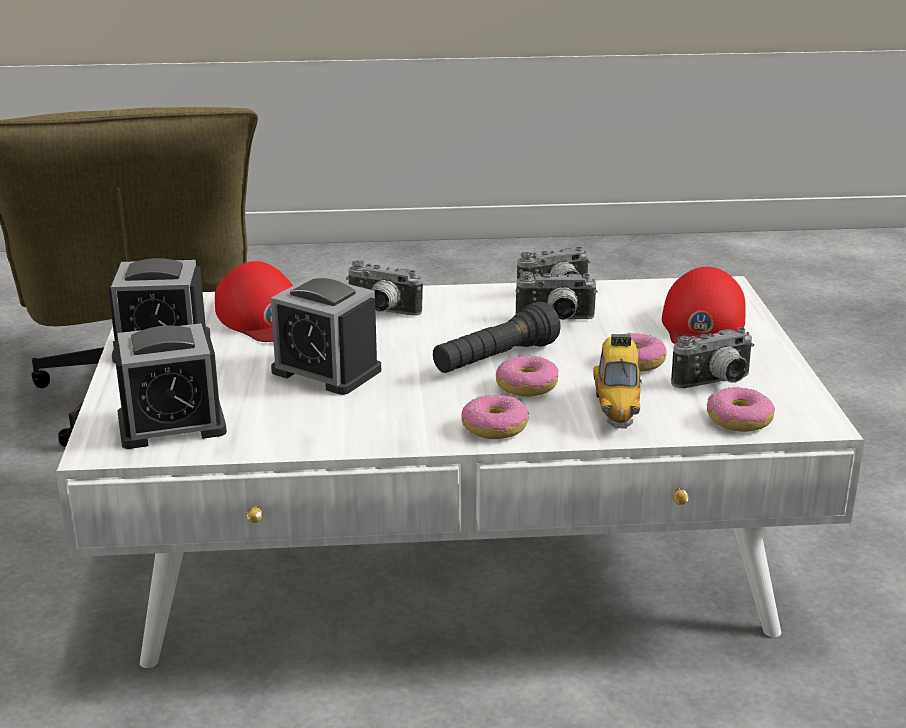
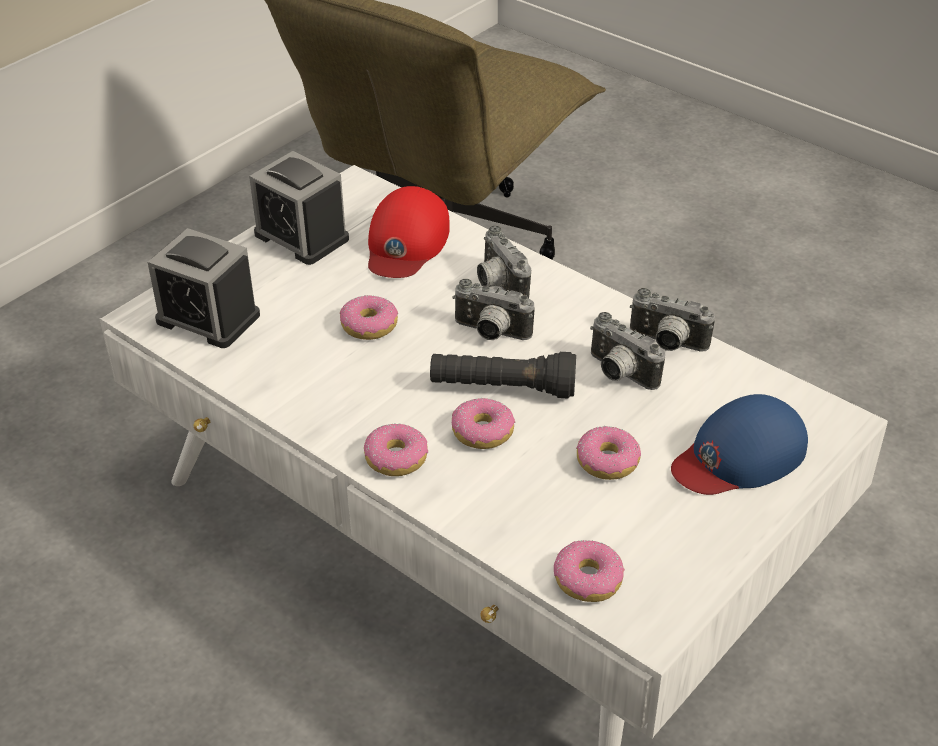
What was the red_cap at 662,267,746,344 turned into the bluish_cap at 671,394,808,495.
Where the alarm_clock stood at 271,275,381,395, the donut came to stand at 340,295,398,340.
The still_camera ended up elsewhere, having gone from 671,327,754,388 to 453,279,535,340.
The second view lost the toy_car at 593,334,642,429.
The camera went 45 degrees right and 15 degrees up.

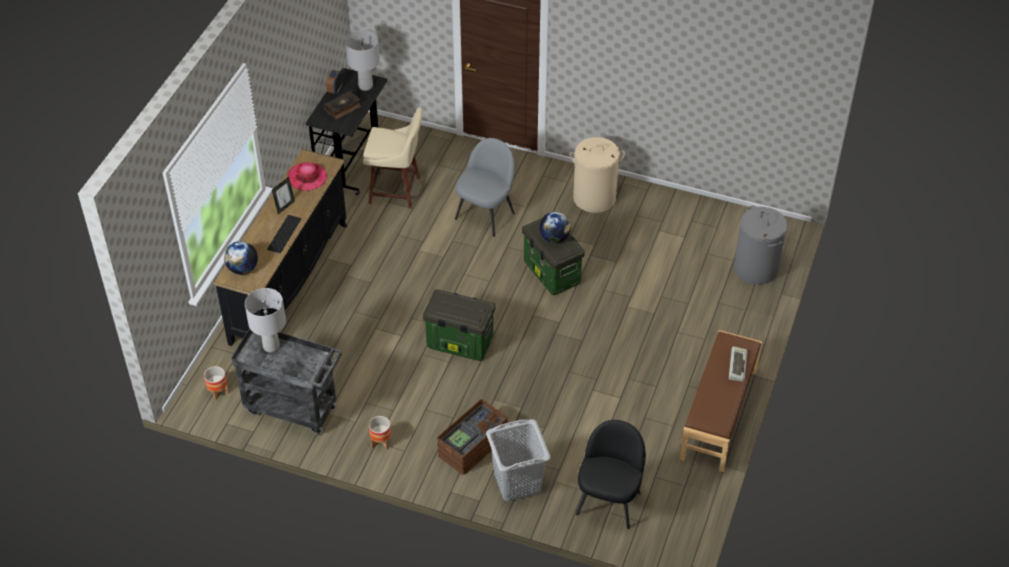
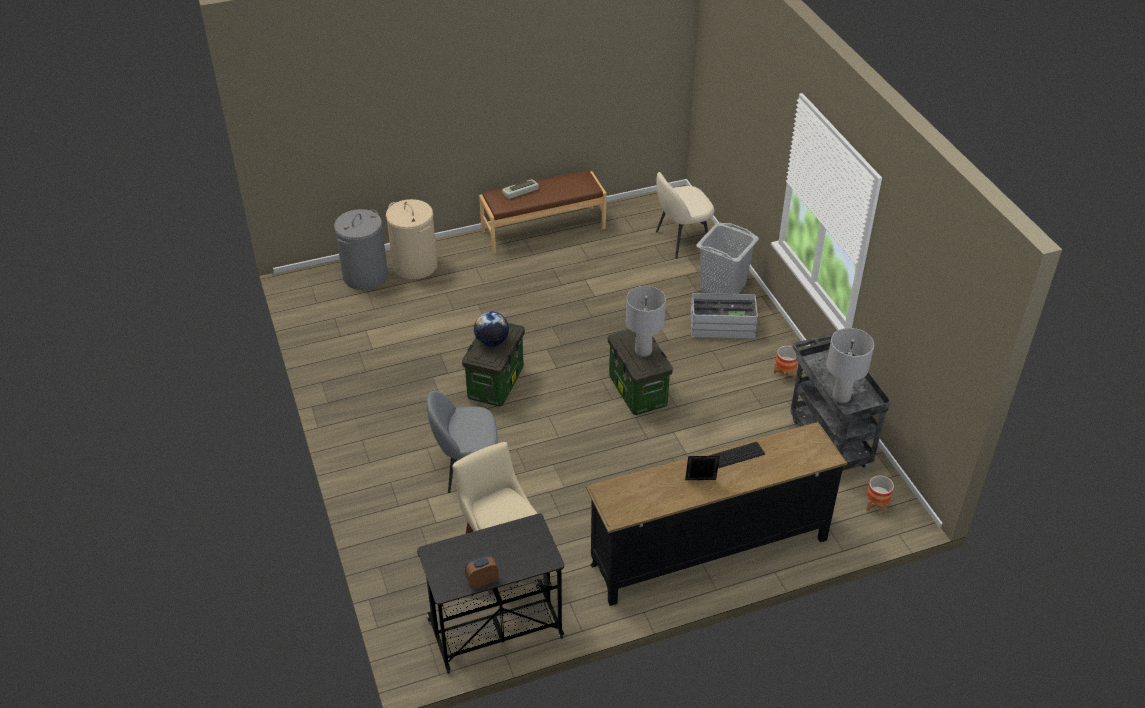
The greyish_tabletop_lamp ended up elsewhere, having gone from 346,30,380,91 to 626,286,666,357.
The second view lost the bound_book at 324,91,361,119.
The beige-coloured_washing_basket ended up elsewhere, having gone from 570,137,625,213 to 386,199,437,280.
The second view lost the hat at 287,162,327,191.
The second view lost the desk_globe at 224,241,258,275.
What was the brown-coloured_storage_container at 437,399,508,475 turned into the greyish_storage_container at 690,293,758,339.
What was the blackish_plain_chair at 576,420,646,529 turned into the beige-coloured_plain_chair at 656,172,714,258.
The camera went 130 degrees left and 5 degrees down.

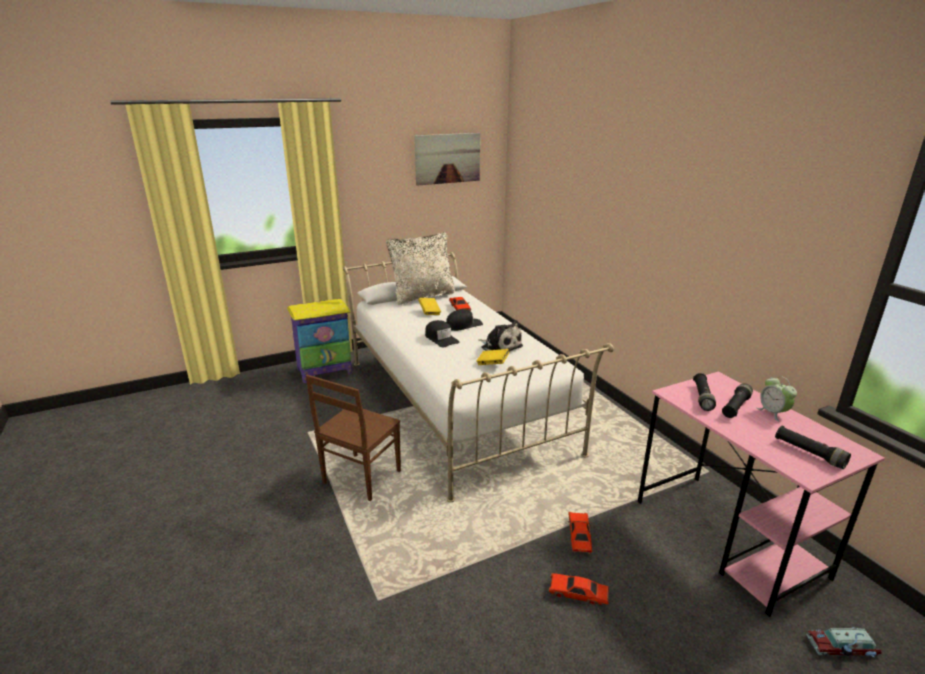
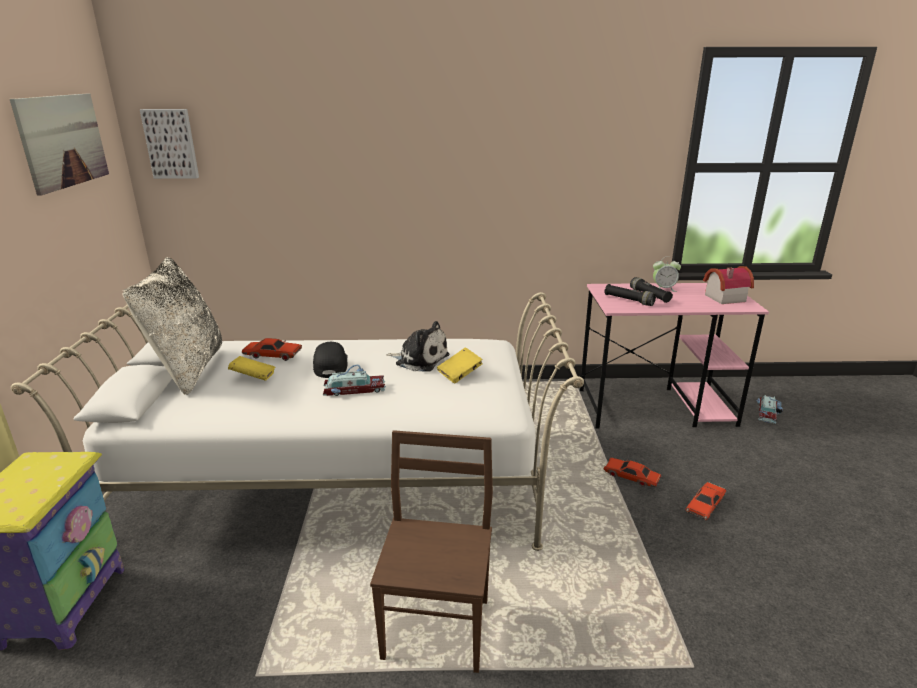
Where the blackish_cap stood at 425,320,460,348, the toy_car came to stand at 322,364,386,396.
The cuddly_toy at 478,320,523,351 ended up facing another way, 45 degrees clockwise from before.
The brown-coloured_plain_chair at 306,375,401,501 ended up facing another way, 135 degrees counterclockwise from before.
Where the blackish_hand_torch stood at 775,426,851,469, the model_house came to stand at 703,266,754,304.
The second view gained the picture at 140,109,199,179.
The camera went 65 degrees left and 0 degrees up.

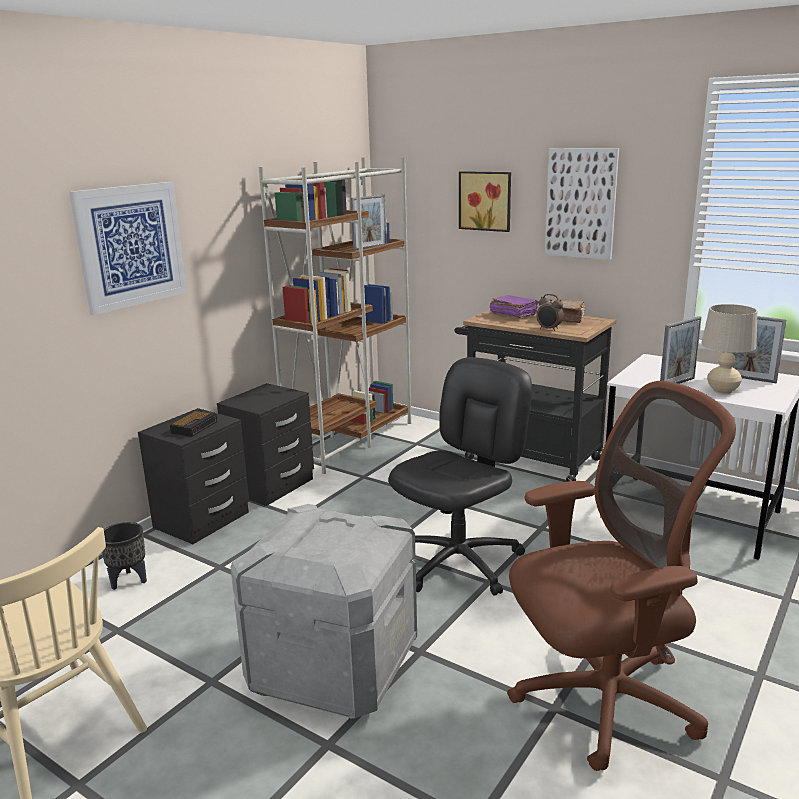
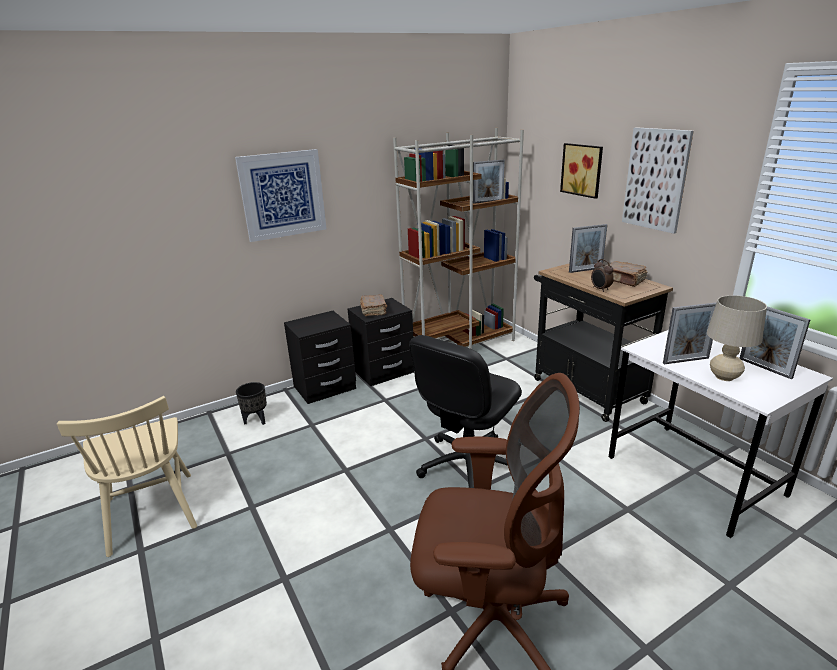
Where the purple_bound_book stood at 490,295,539,318, the standing_frame came to stand at 569,224,608,273.
The blackish_computer_chair at 388,357,532,596 ended up facing another way, 150 degrees clockwise from before.
The second view lost the alarm_clock at 170,411,217,437.
The second view lost the greyish_storage_container at 230,504,417,719.
The second view gained the brown-coloured_bound_book at 360,294,387,316.
The camera went 25 degrees right and 5 degrees up.

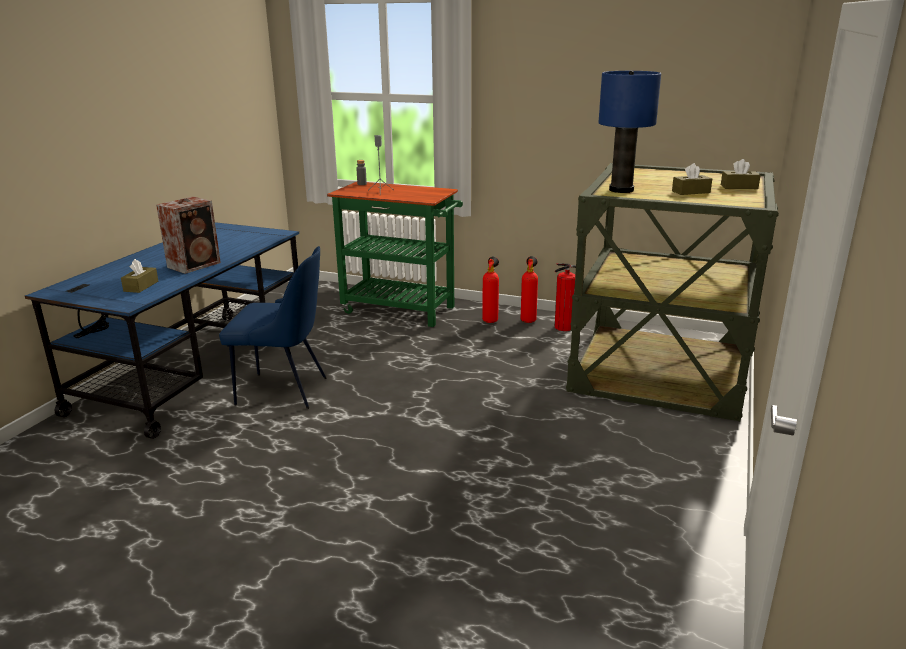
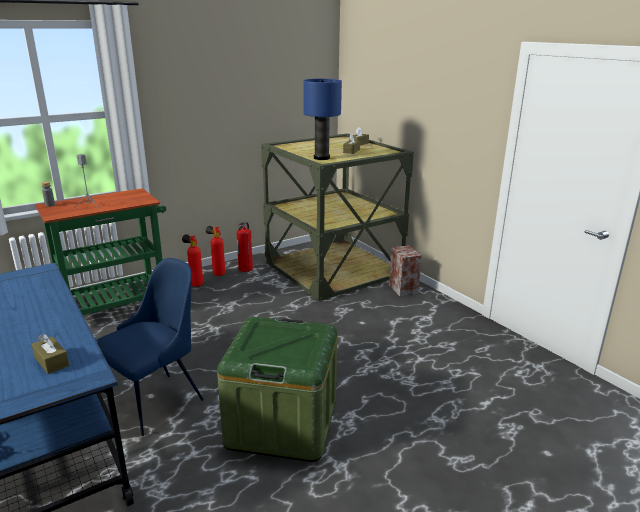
The speaker ended up elsewhere, having gone from 156,197,221,274 to 389,245,422,296.
The second view gained the greenish_storage_container at 217,317,337,462.
The camera went 55 degrees left and 0 degrees up.

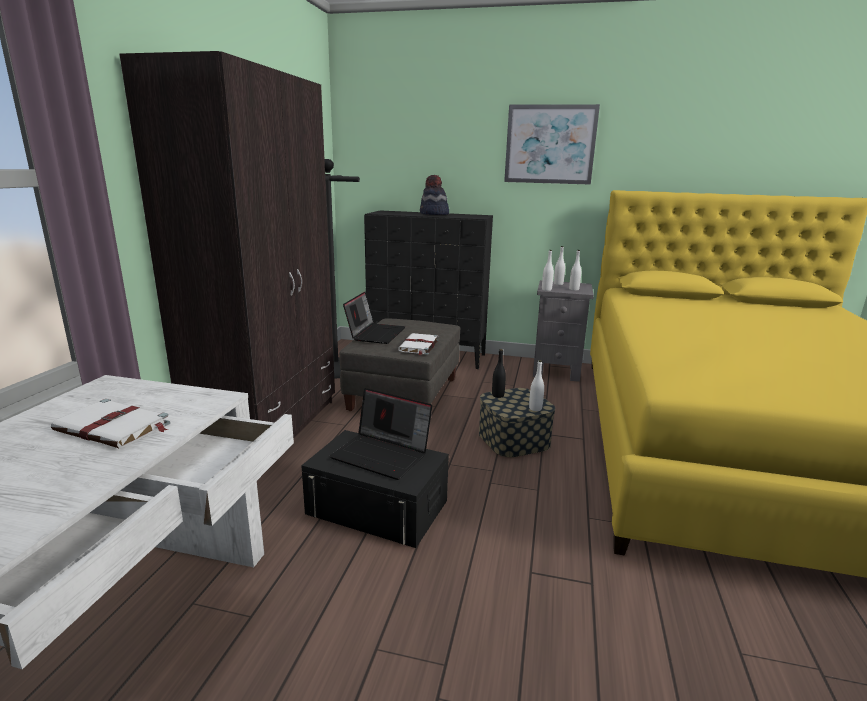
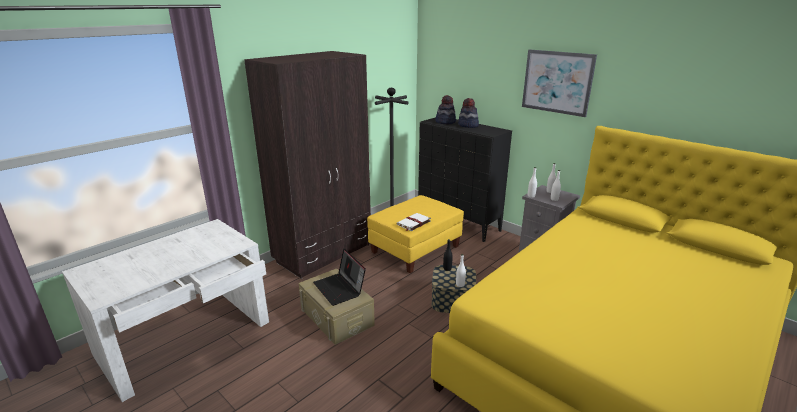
The second view lost the notebook_computer at 343,291,405,344.
What was the greyish_ottoman at 339,319,460,411 turned into the yellow-coloured_ottoman at 367,195,464,273.
The second view lost the white-coloured_bound_book at 51,399,170,449.
What was the blackish_storage_container at 301,430,449,548 turned into the beige-coloured_storage_container at 298,268,375,345.
The second view gained the hat at 435,95,456,125.
The camera went 30 degrees right and 5 degrees up.

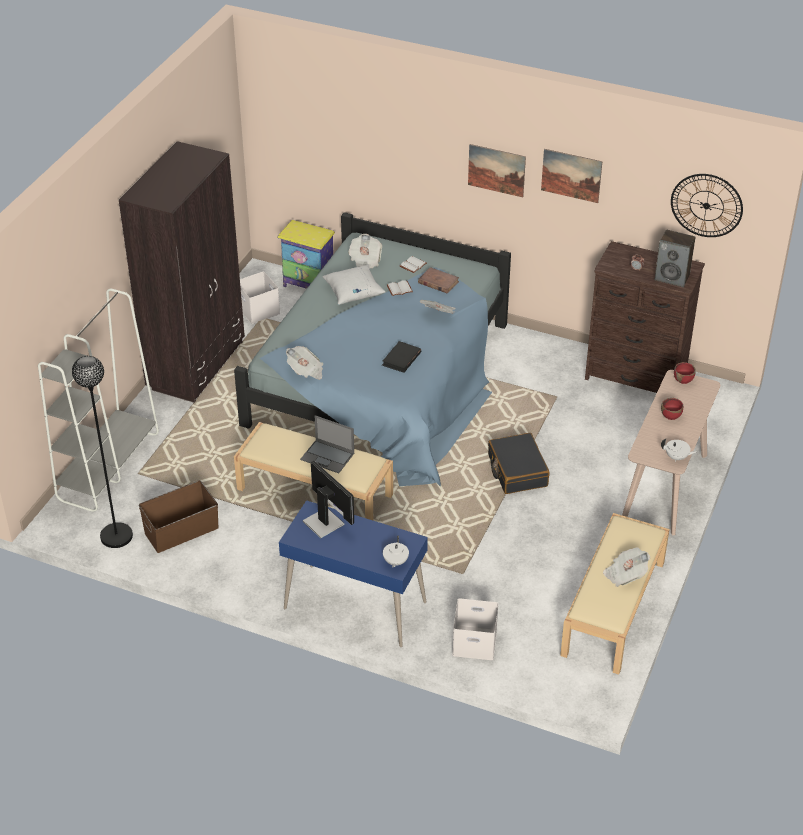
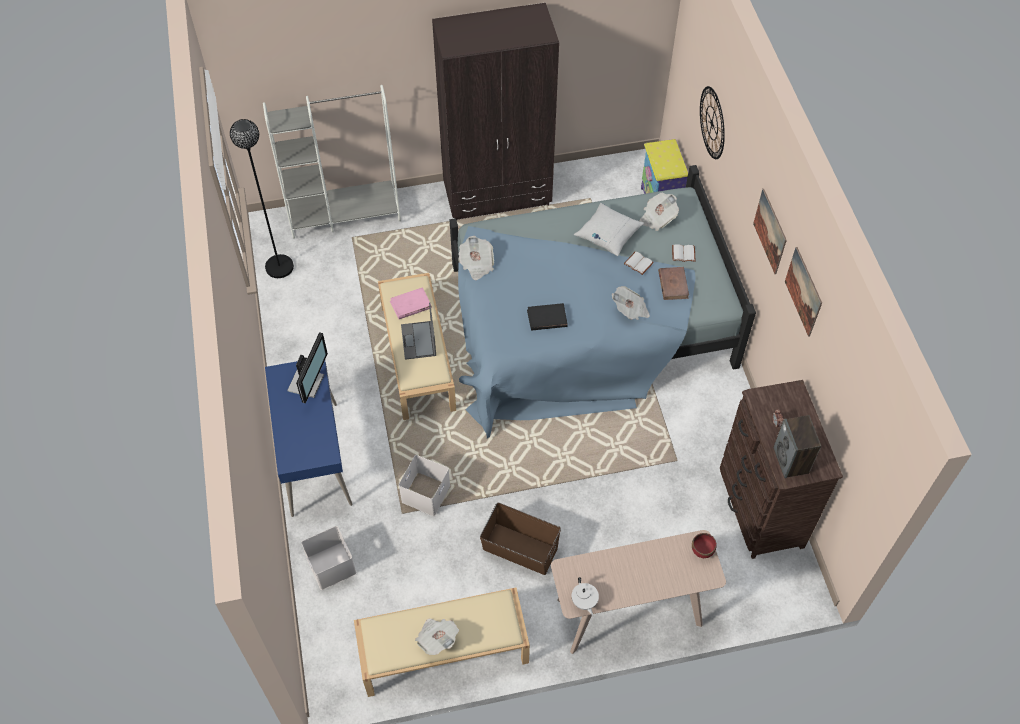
The hanging_clock ended up elsewhere, having gone from 671,174,743,237 to 700,86,725,159.
The white-coloured_storage_container ended up elsewhere, having gone from 240,272,280,324 to 399,455,450,516.
The second view lost the red_deep_dish at 661,398,683,420.
The second view lost the blackish_travel_case at 488,433,550,494.
The brown-coloured_storage_container ended up elsewhere, having gone from 139,480,218,553 to 480,503,561,575.
The second view lost the white-coloured_tea_pot at 383,535,409,567.
The second view gained the pink-coloured_bound_book at 390,287,432,319.
The camera went 55 degrees right and 15 degrees up.

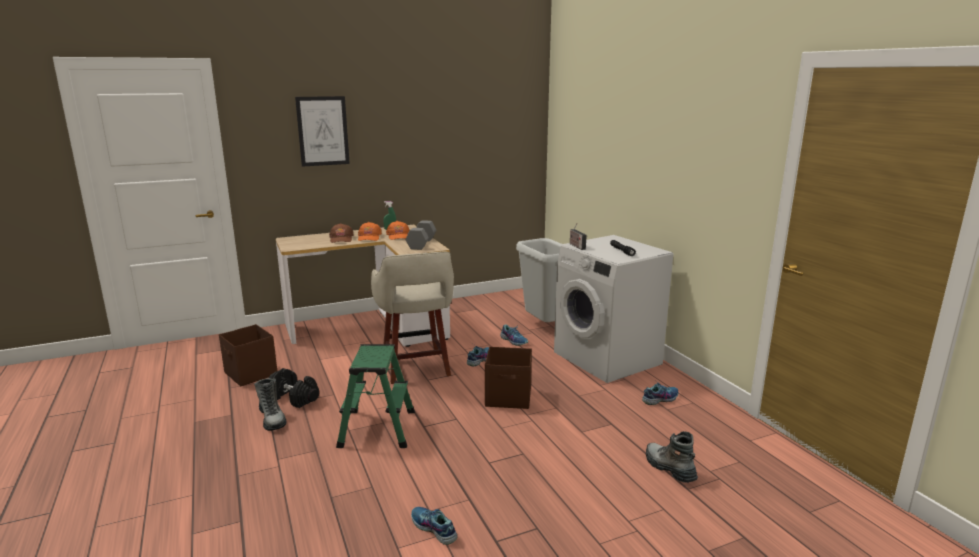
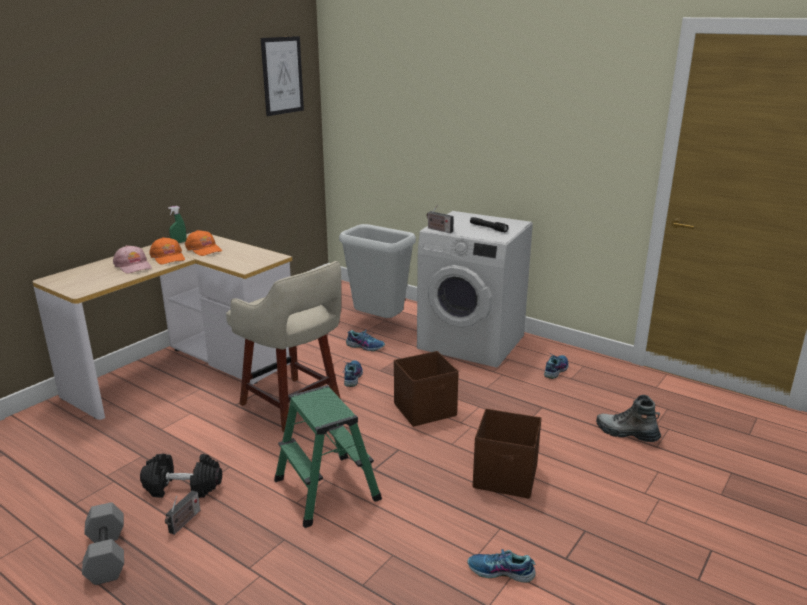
The picture ended up elsewhere, having gone from 295,96,350,167 to 261,36,304,116.
The greyish_hand_weight ended up elsewhere, having gone from 405,220,436,250 to 82,502,124,585.
What was the brown-coloured_cap at 329,223,354,243 turned into the pink-coloured_cap at 113,245,152,274.
The brown-coloured_storage_container ended up elsewhere, having gone from 219,324,277,386 to 473,409,541,499.
Where the tall_boot stood at 254,378,286,431, the radio_set came to stand at 165,490,200,535.
The camera went 30 degrees left and 5 degrees up.

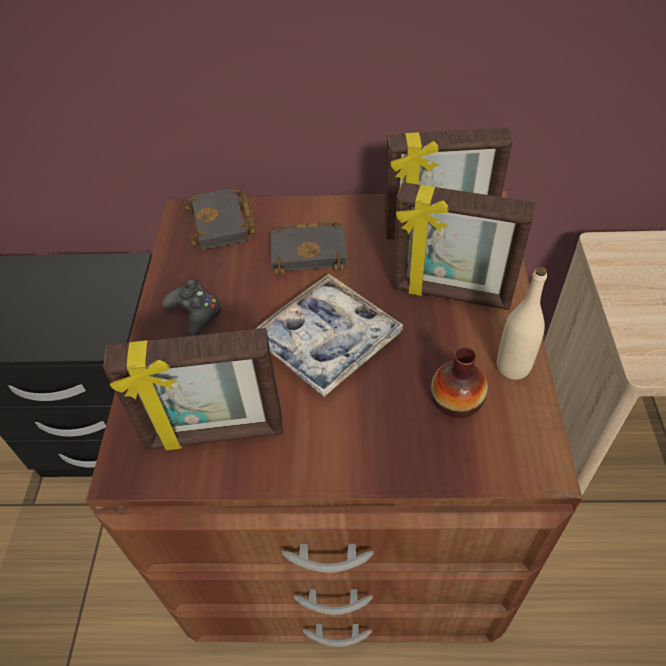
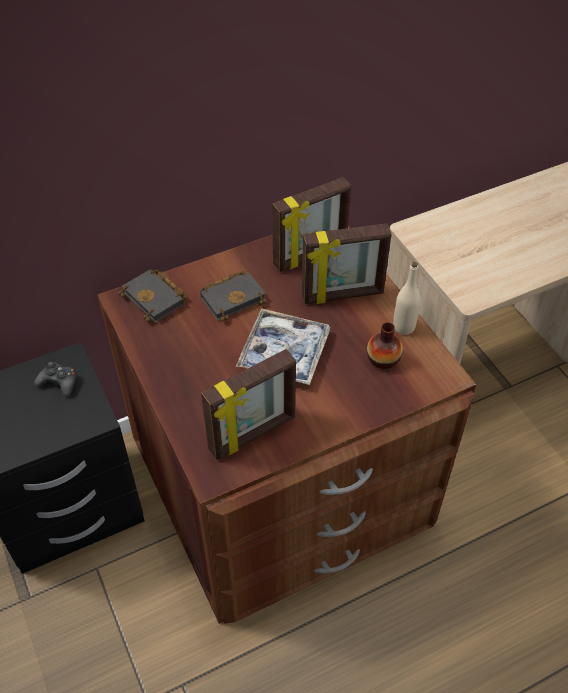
The blackish_gamepad ended up elsewhere, having gone from 162,279,222,335 to 34,362,77,397.
The camera went 30 degrees left and 0 degrees up.

